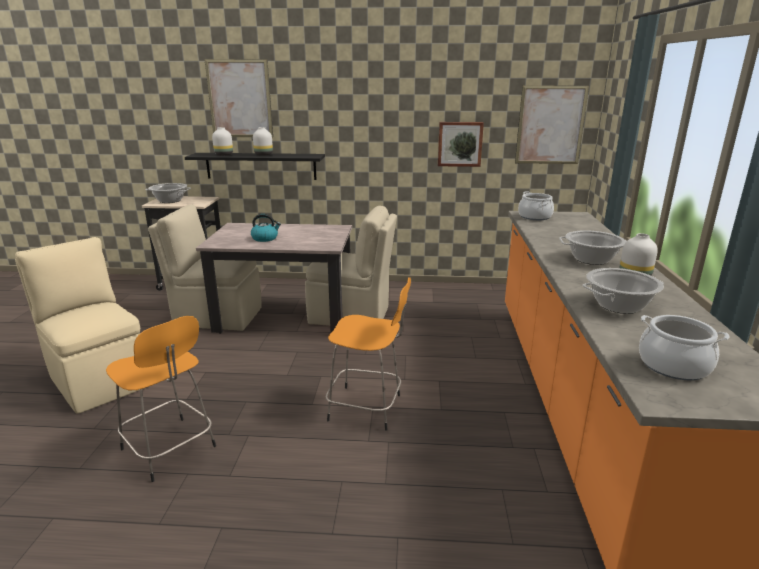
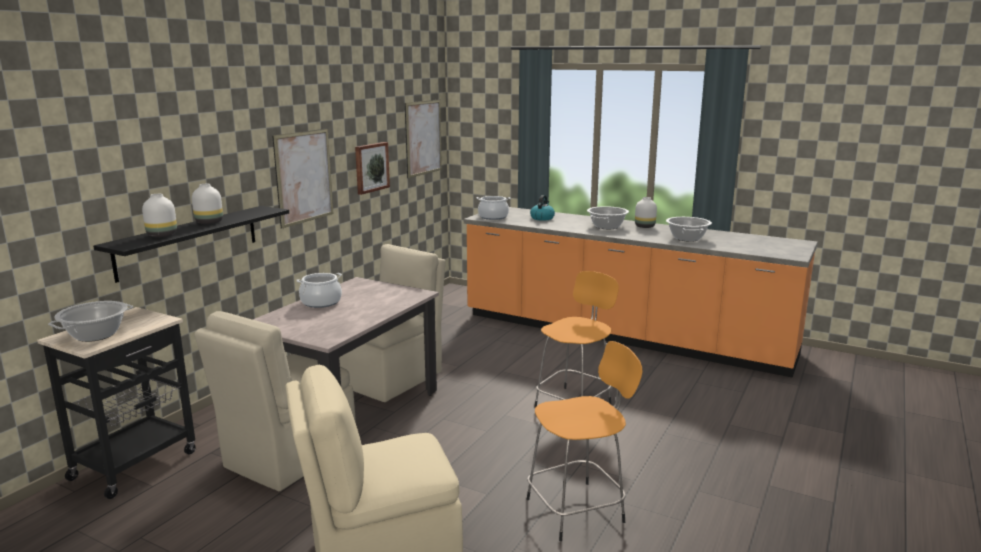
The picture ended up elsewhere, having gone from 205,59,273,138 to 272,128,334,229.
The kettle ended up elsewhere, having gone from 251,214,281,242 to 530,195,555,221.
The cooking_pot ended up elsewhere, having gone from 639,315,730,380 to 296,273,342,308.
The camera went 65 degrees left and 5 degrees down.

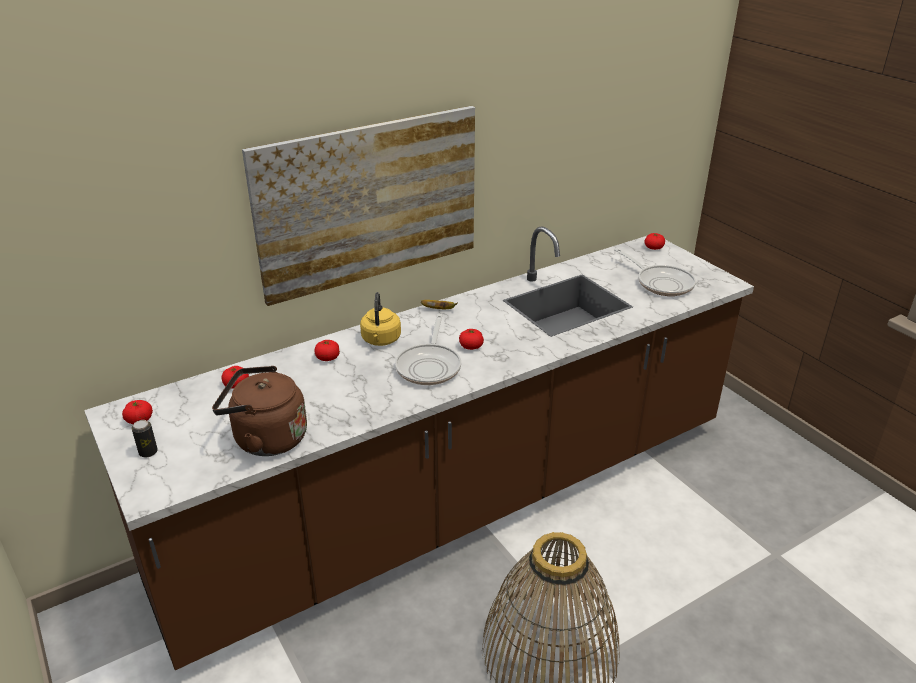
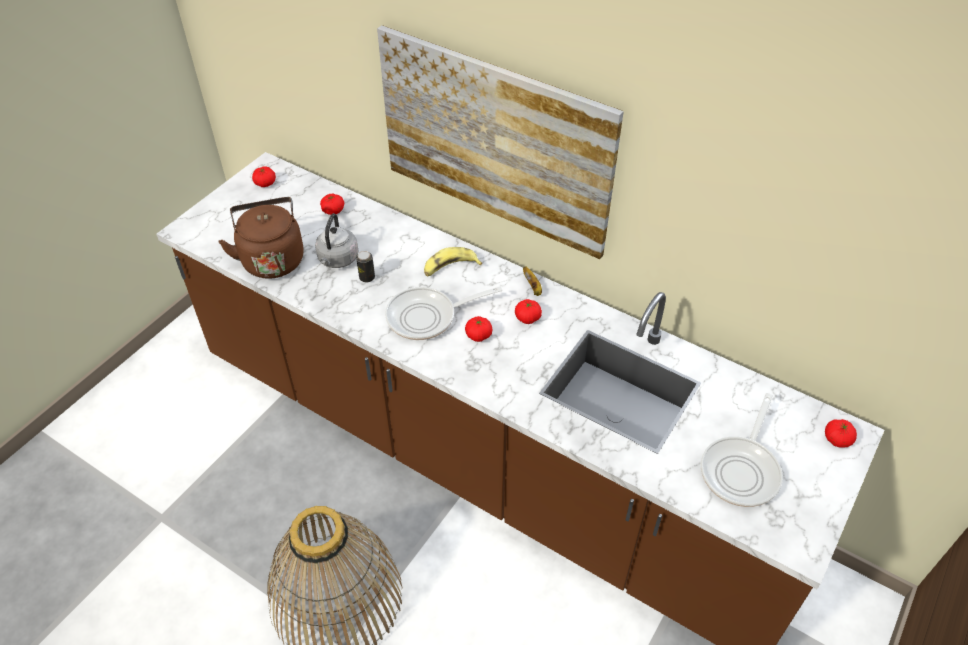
Where the yellow-coloured_kettle stood at 360,292,401,346, the whole_banana came to stand at 424,247,482,277.
The whole_tomato ended up elsewhere, having gone from 314,340,340,361 to 515,299,542,324.
The sealed_can ended up elsewhere, having gone from 132,420,158,457 to 356,251,375,282.
The second view gained the greyish_kettle at 315,213,358,268.
The camera went 65 degrees right and 15 degrees up.

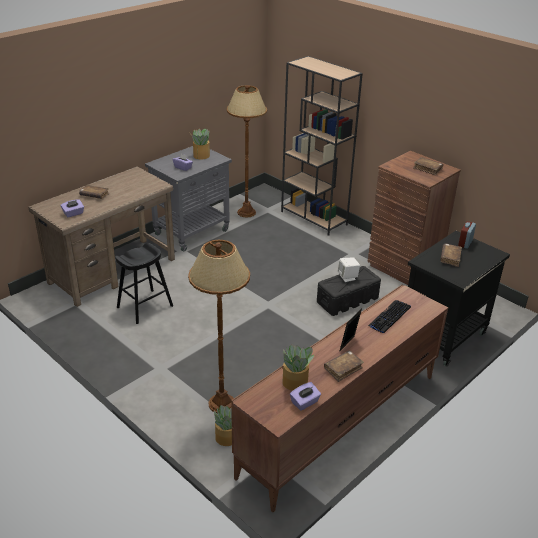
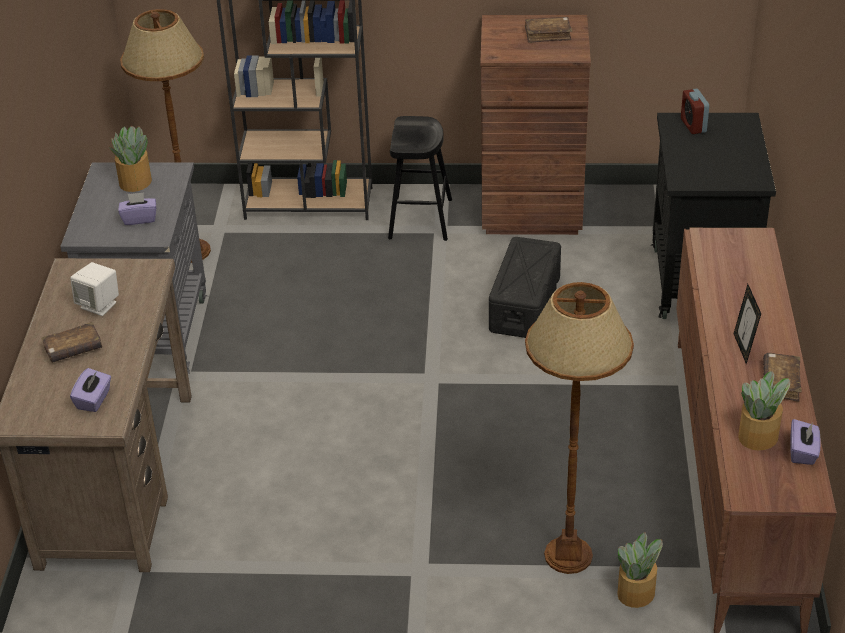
The blackish_sitting_stool ended up elsewhere, having gone from 115,243,173,324 to 388,116,452,241.
The second view lost the brown-coloured_bound_book at 440,243,462,267.
The white-coloured_speaker ended up elsewhere, having gone from 338,257,360,282 to 70,262,119,316.
The second view lost the keyboard at 368,300,411,334.
The camera went 40 degrees left and 5 degrees up.

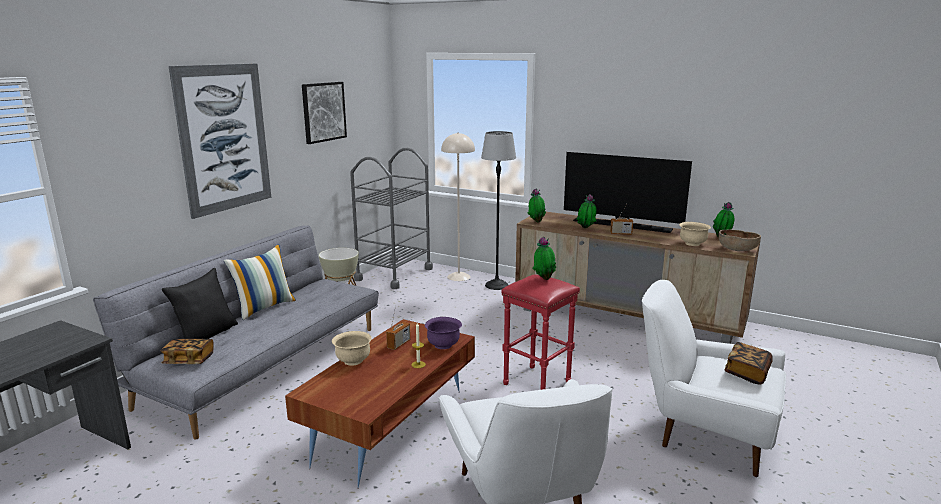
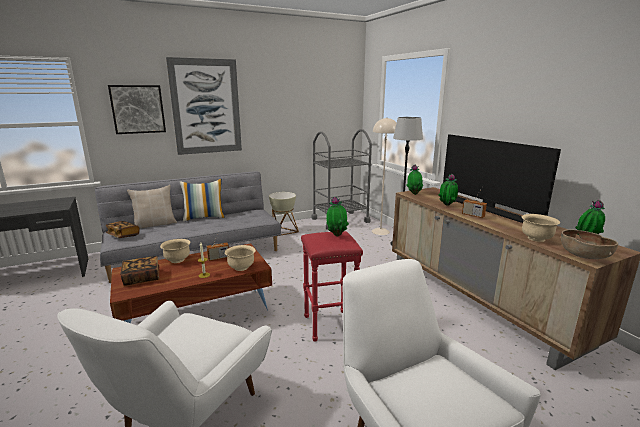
The picture ended up elsewhere, having gone from 302,82,347,144 to 108,85,166,134.
What was the blackish_cushion at 162,268,238,339 turned into the beige-coloured_cushion at 127,185,177,229.
What was the purple_deep_dish at 425,317,462,349 turned into the beige-coloured_deep_dish at 225,245,256,271.
The bound_book ended up elsewhere, having gone from 725,342,773,385 to 120,256,159,286.
The camera went 35 degrees right and 0 degrees up.

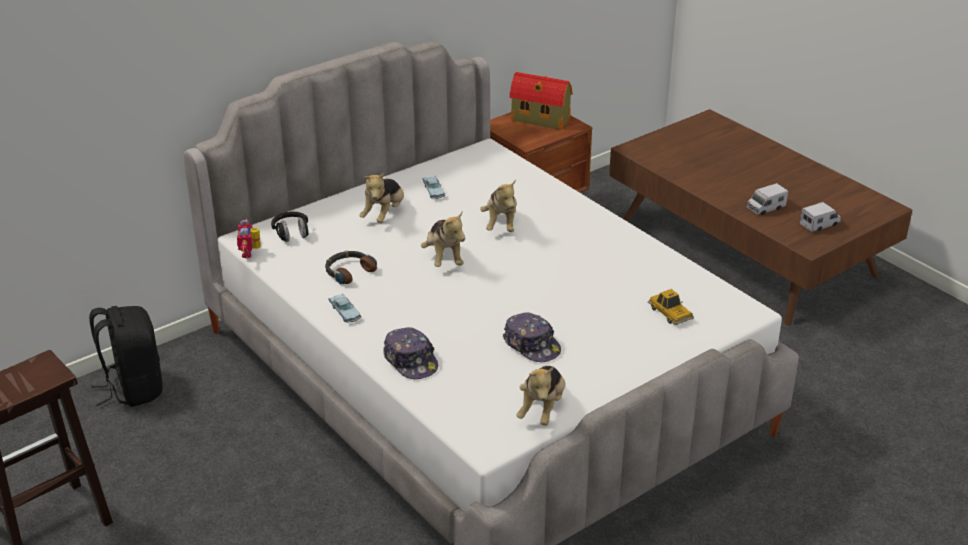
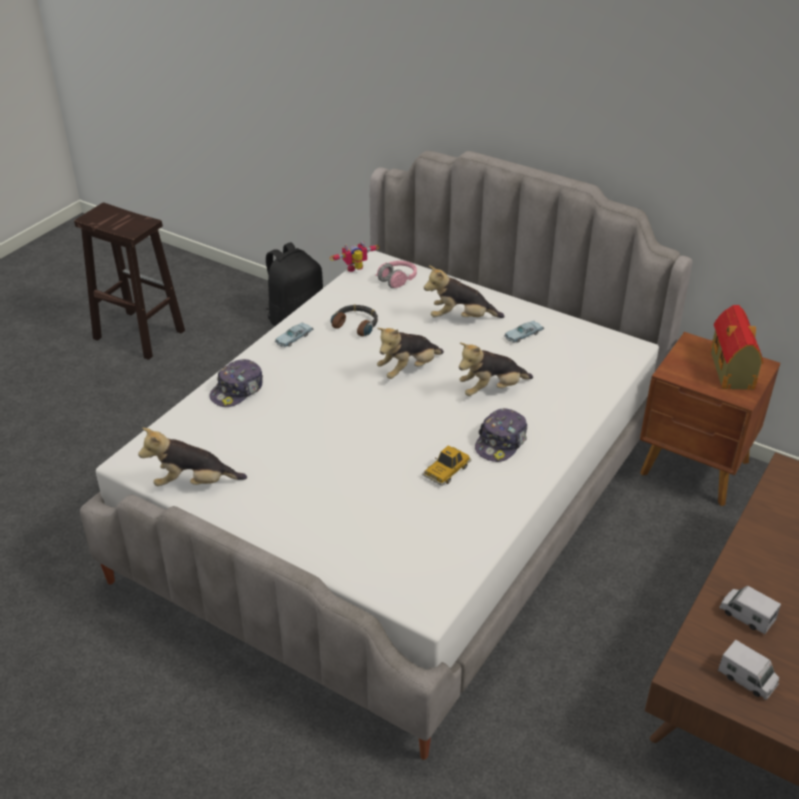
What was the blackish_headphones at 271,212,309,242 turned into the pink-coloured_headphones at 375,261,417,288.
The toy_car ended up elsewhere, having gone from 648,289,694,325 to 423,445,471,486.
The cap ended up elsewhere, having gone from 502,313,561,362 to 475,408,527,462.
The camera went 70 degrees right and 5 degrees up.

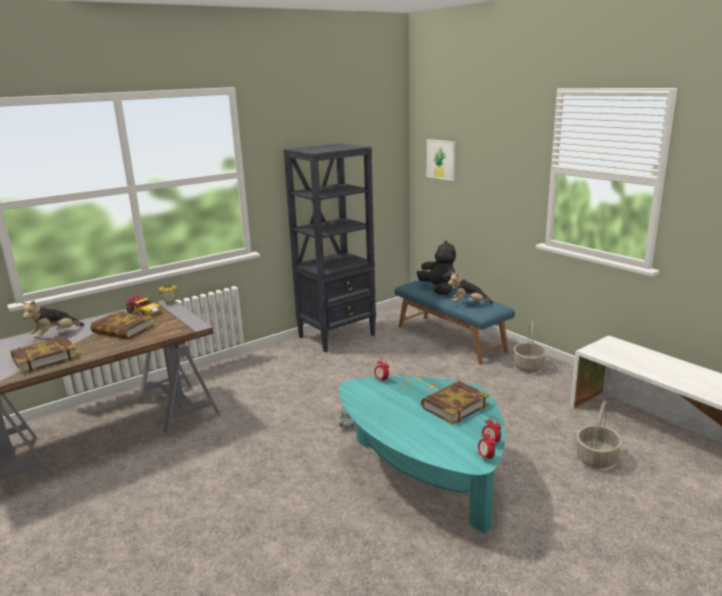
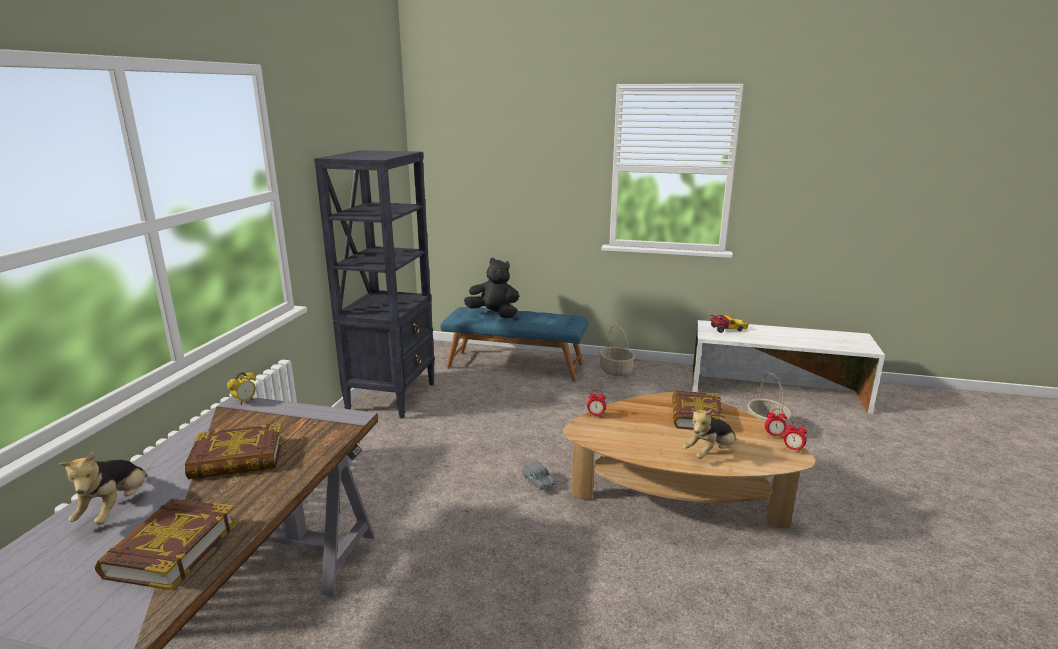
The second view lost the picture at 427,139,455,181.
The cuddly_toy ended up elsewhere, having gone from 448,271,493,303 to 683,409,736,459.
The toy_car ended up elsewhere, having gone from 126,295,162,316 to 710,315,749,333.
What was the turquoise-coloured_low_table at 339,376,506,534 turned into the brown-coloured_low_table at 563,392,815,529.
The camera went 40 degrees left and 0 degrees up.

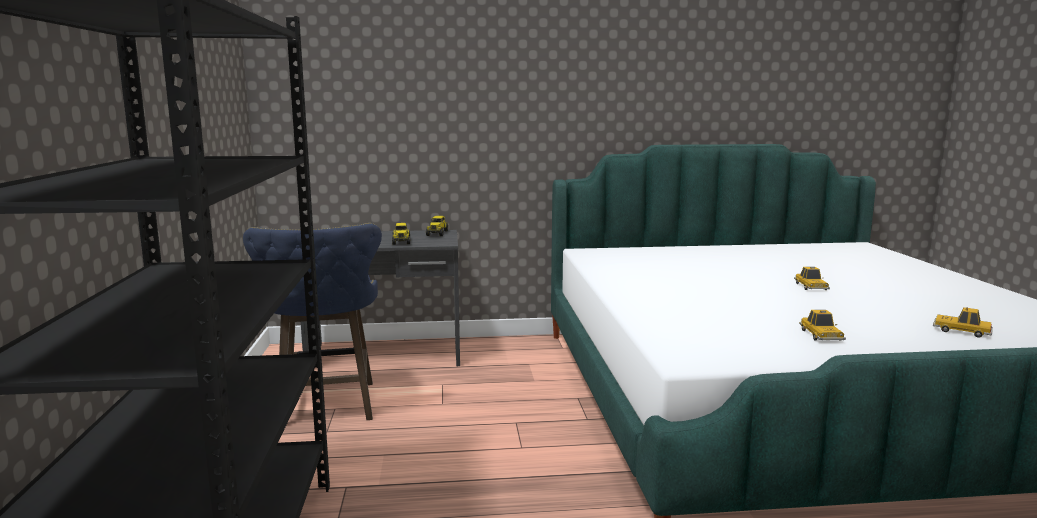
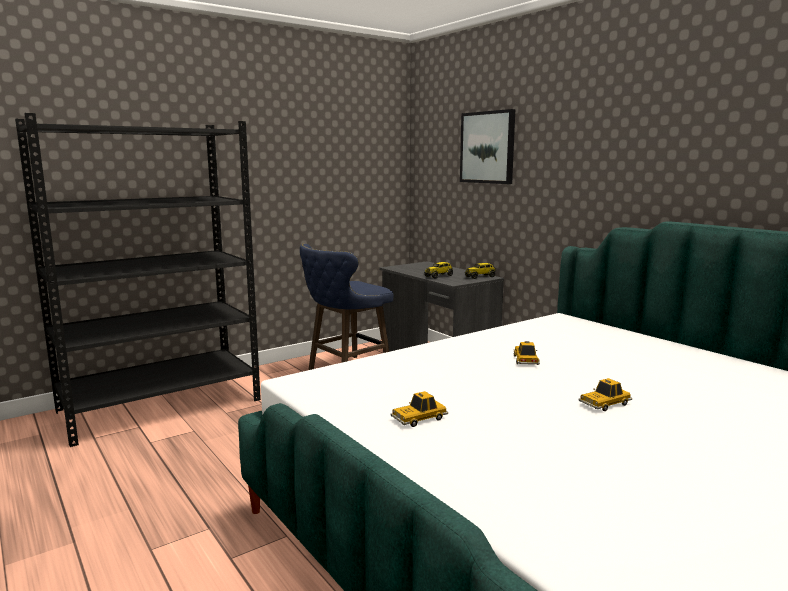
The toy_car ended up elsewhere, having gone from 933,307,993,338 to 514,341,540,365.
The second view gained the picture at 460,109,515,184.
The camera went 60 degrees right and 0 degrees up.

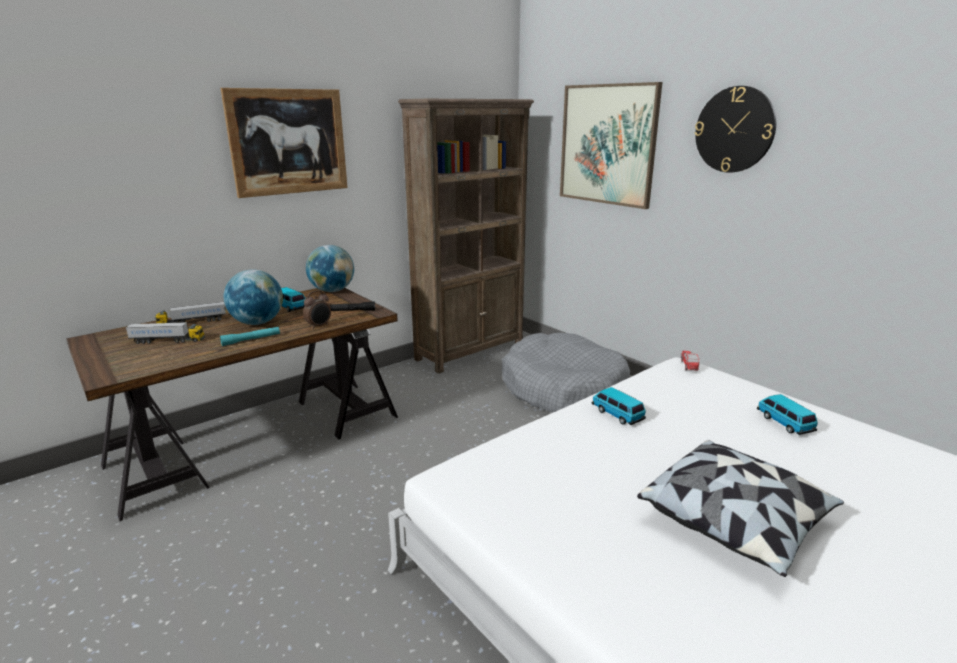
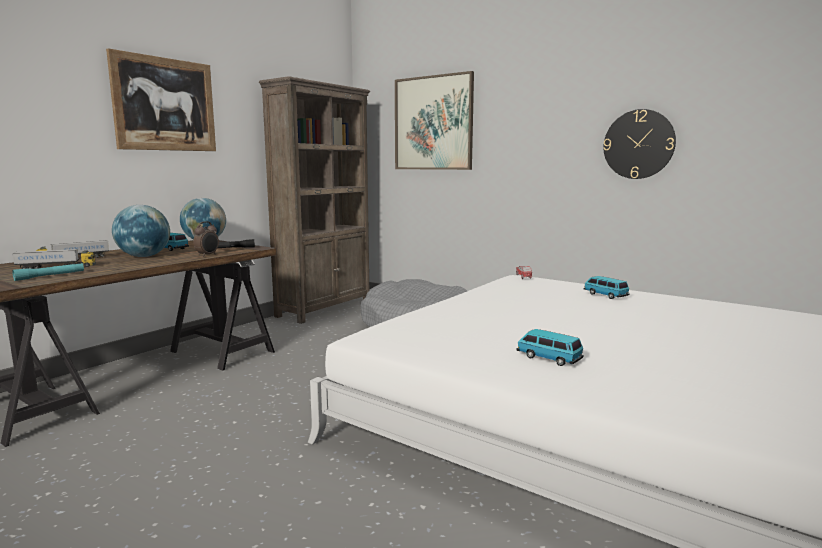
The hanging_clock ended up elsewhere, having gone from 695,86,776,173 to 604,109,676,179.
The turquoise-coloured_hand_torch ended up elsewhere, having gone from 220,327,280,346 to 12,263,84,281.
The toy_car ended up elsewhere, having gone from 592,387,646,425 to 516,329,584,366.
The second view lost the cushion at 637,441,844,577.
The camera went 15 degrees left and 10 degrees down.

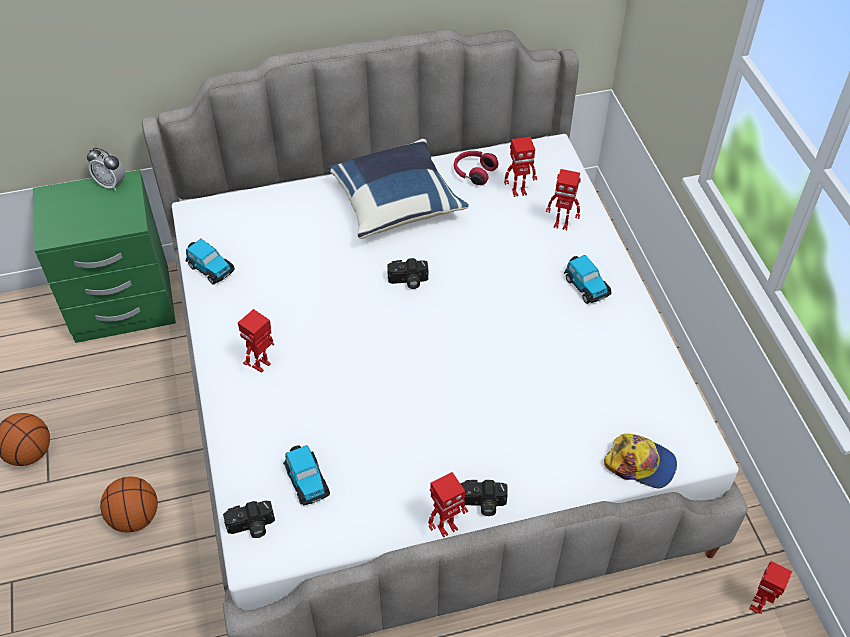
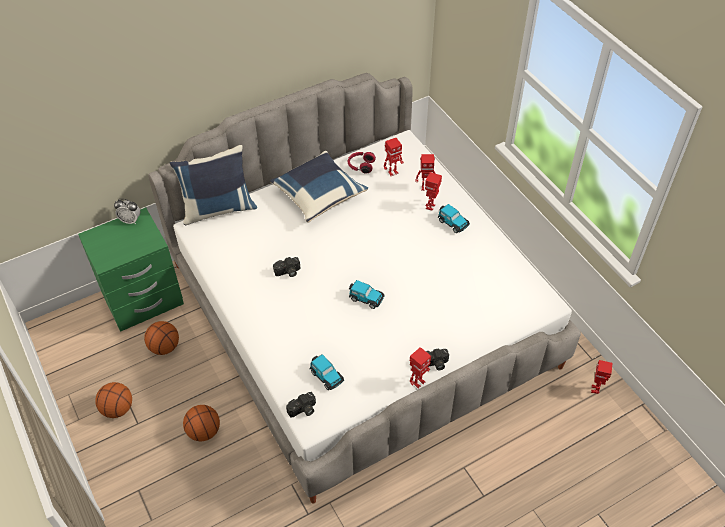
The toy_car ended up elsewhere, having gone from 186,239,235,285 to 349,280,385,309.
The still_camera ended up elsewhere, having gone from 387,258,428,289 to 273,257,301,277.
The robot_figure ended up elsewhere, having gone from 238,309,274,373 to 425,172,442,211.
The second view lost the cap at 604,434,677,488.
The second view gained the bluish_cushion at 170,145,257,225.
The second view gained the basketball at 144,321,179,355.
The camera went 15 degrees left and 0 degrees up.

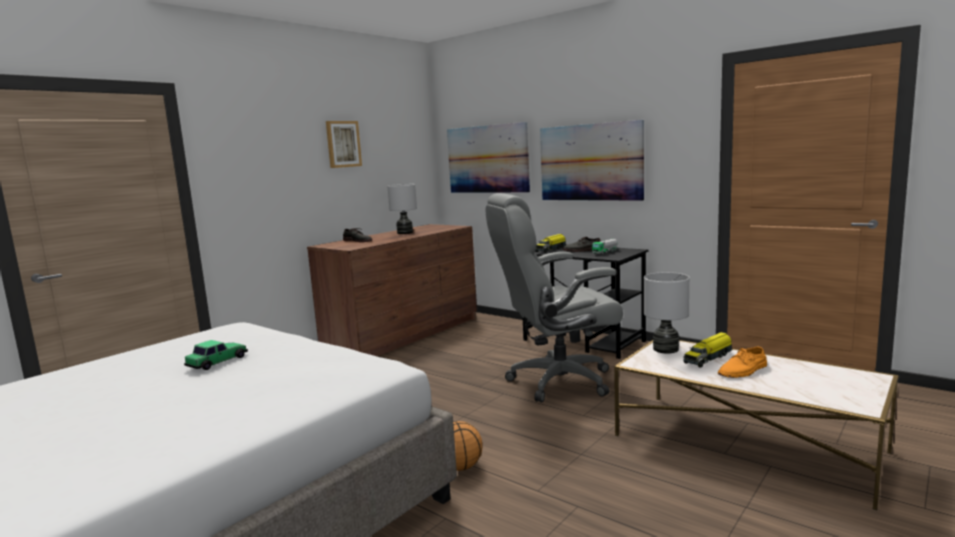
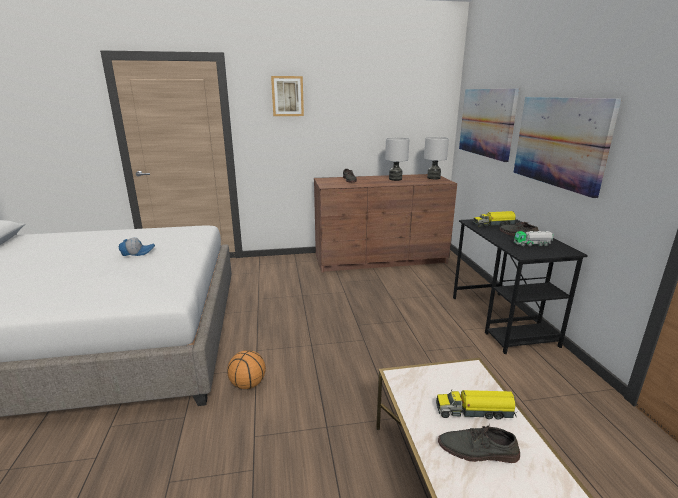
The picture ended up elsewhere, having gone from 326,121,362,168 to 271,76,304,116.
The second view lost the greyish_computer_chair at 486,193,623,402.
The greyish_tabletop_lamp ended up elsewhere, having gone from 644,272,689,353 to 424,137,449,179.
Where the toy_car stood at 184,340,248,370, the cap came to stand at 119,238,155,256.
What was the orange_shoe at 718,347,767,378 turned into the greyish_shoe at 438,424,520,463.
The camera went 40 degrees right and 10 degrees up.

